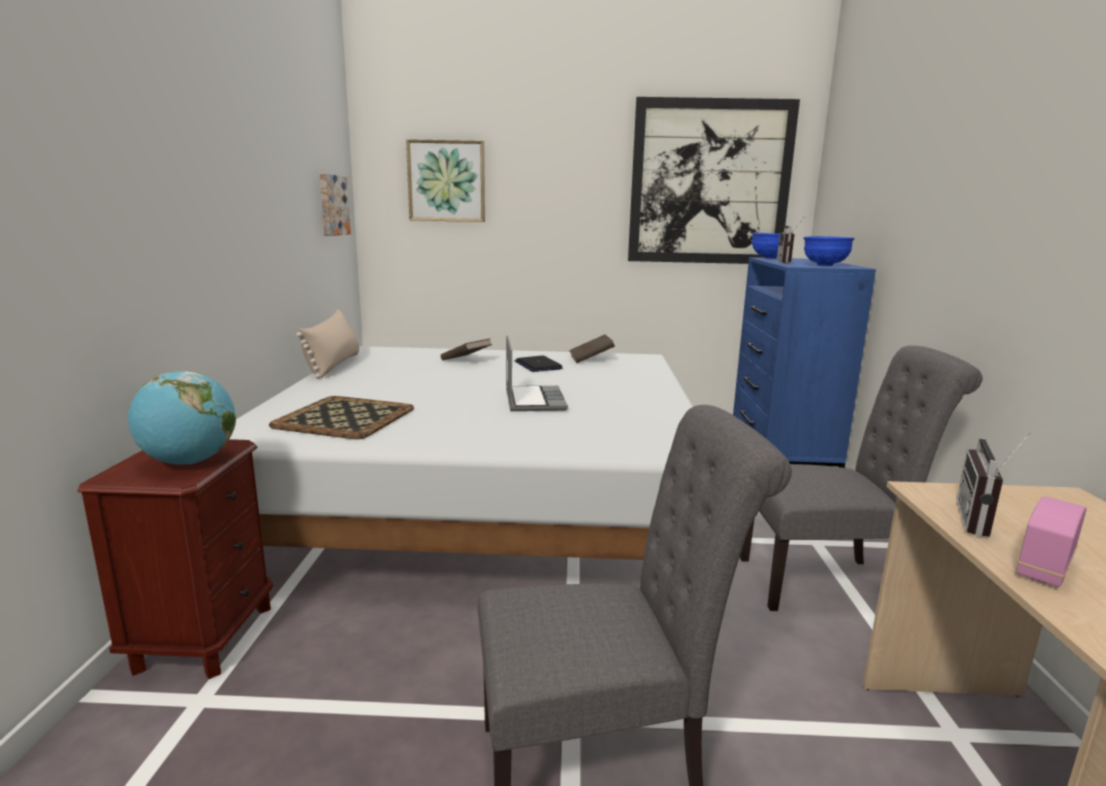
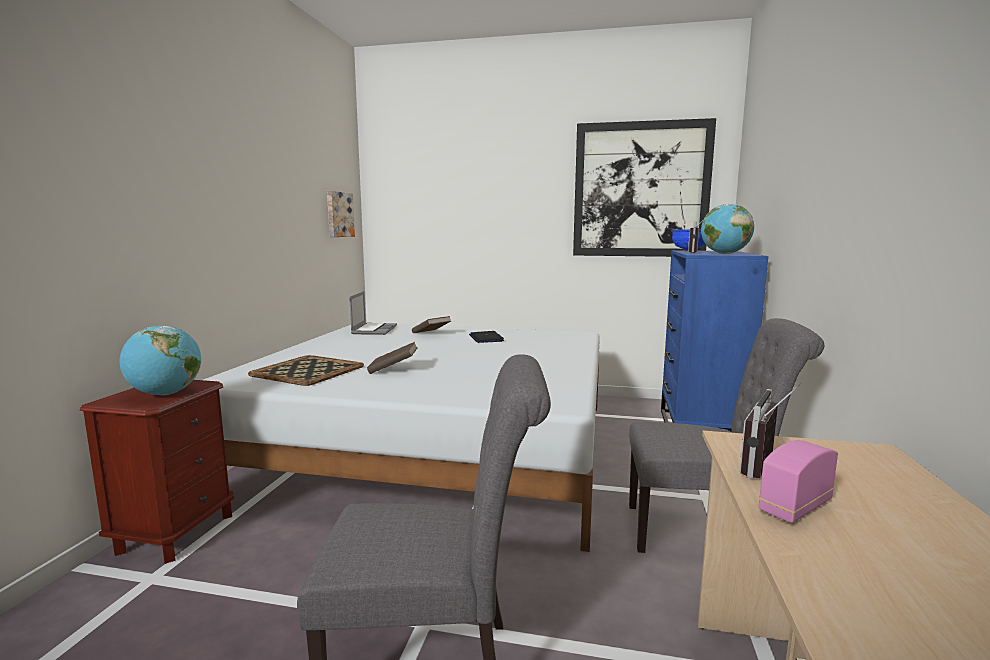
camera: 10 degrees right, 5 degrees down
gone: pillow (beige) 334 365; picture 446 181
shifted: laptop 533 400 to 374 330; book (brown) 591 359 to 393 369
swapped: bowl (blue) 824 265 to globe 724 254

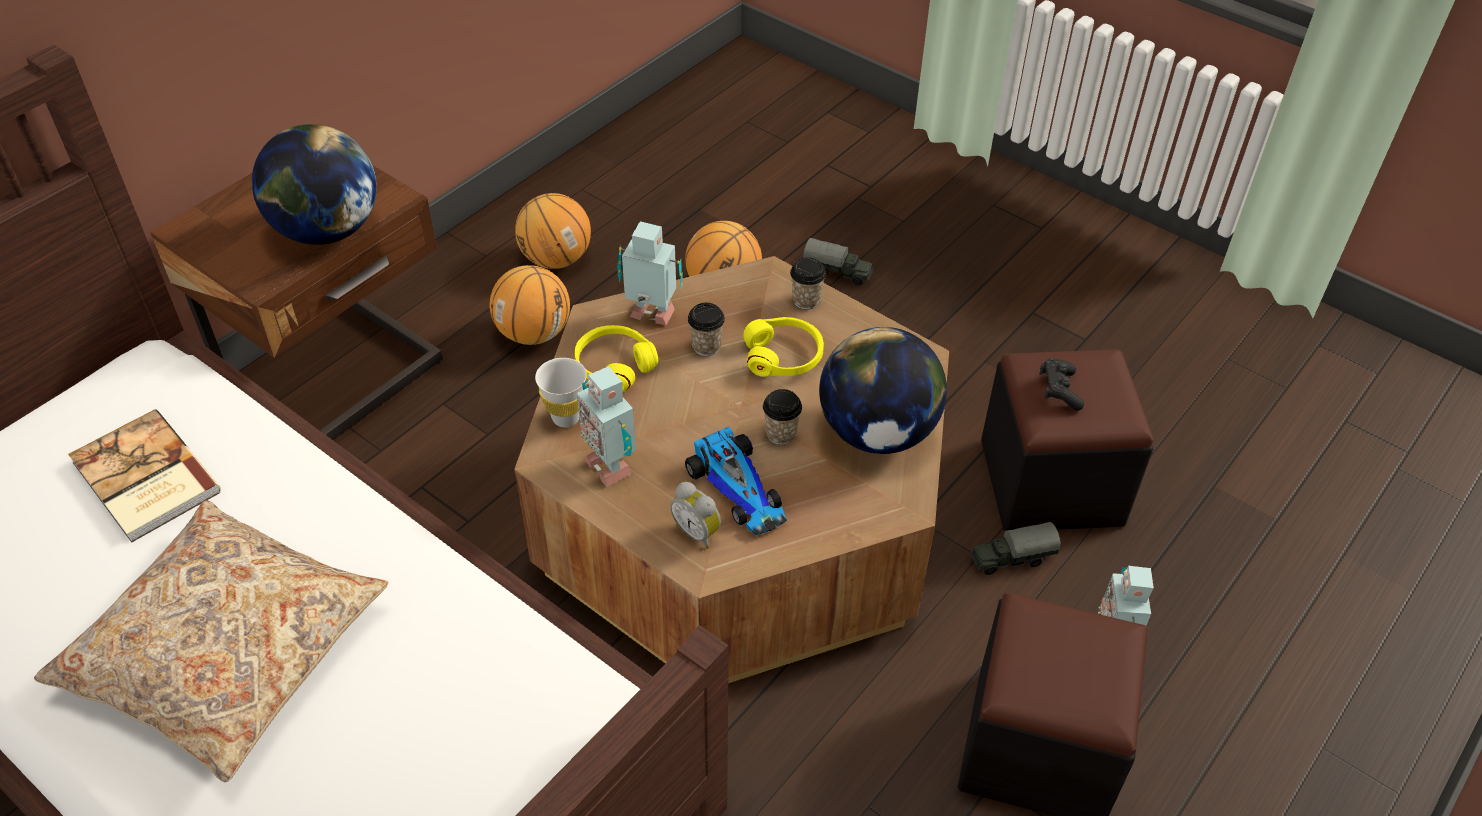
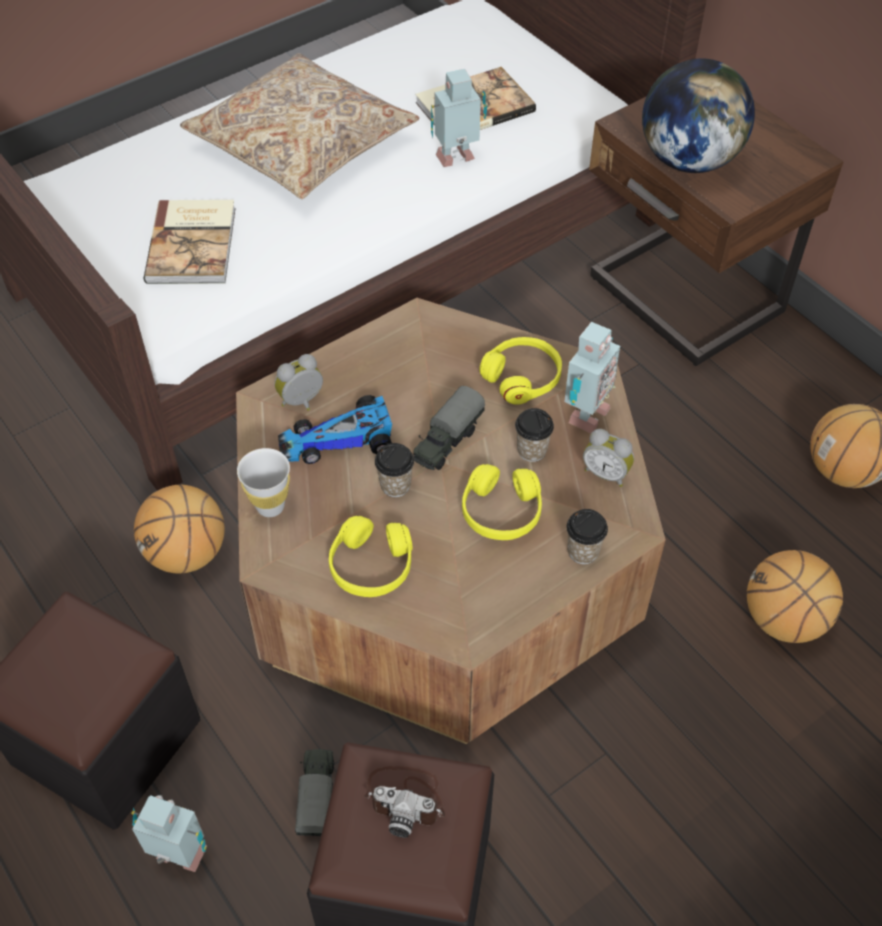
camera: 105 degrees right, 5 degrees up
new: book 194 244; alarm clock 606 473
shifted: basketball 534 333 to 187 553; cup (white) 566 418 to 270 506; toy robot 610 465 to 457 159; toy truck 837 272 to 447 442
swapped: globe 877 432 to headphones (yellow) 371 565; game controller (black) 1059 390 to photo camera 406 799

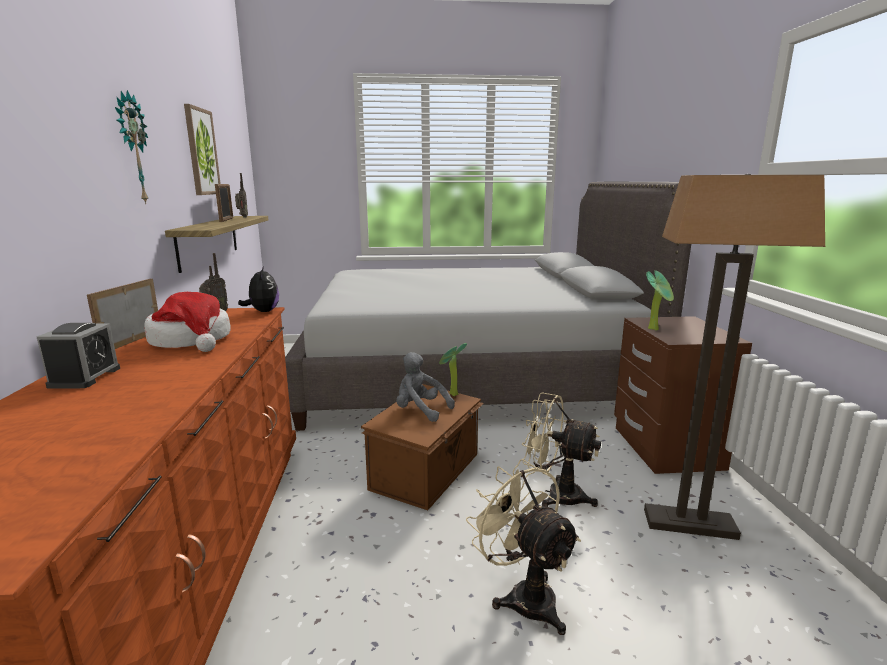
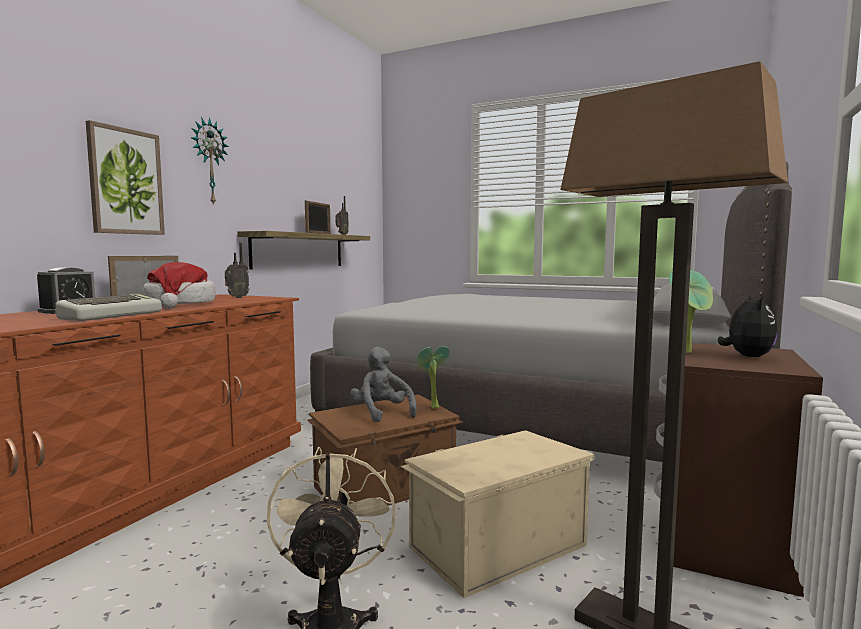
camera: 30 degrees right, 10 degrees down
new: keyboard 112 315
shifted: picture 201 152 to 125 182; plush toy 263 311 to 746 356
swapped: fan (beige) 555 494 to storage box (beige) 495 545

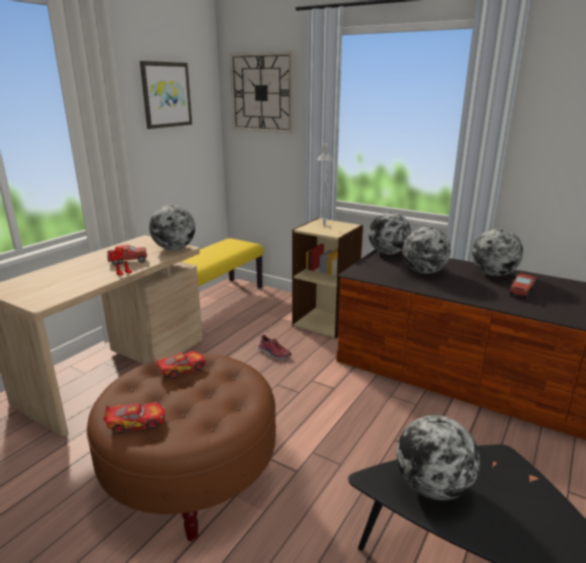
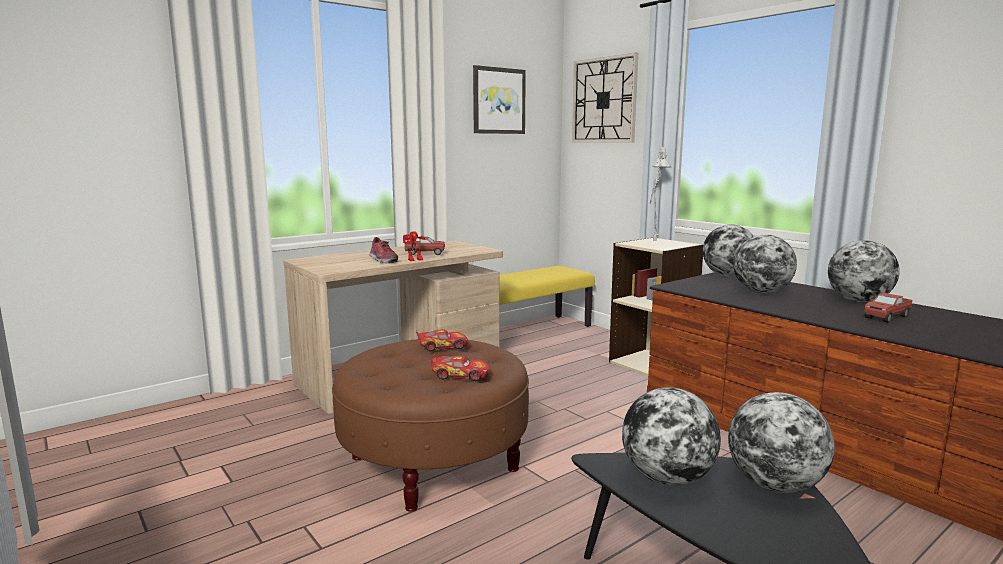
camera: 20 degrees right, 10 degrees down
shifted: toy car 136 422 to 460 375; globe 174 249 to 775 485; shoe 273 354 to 382 260

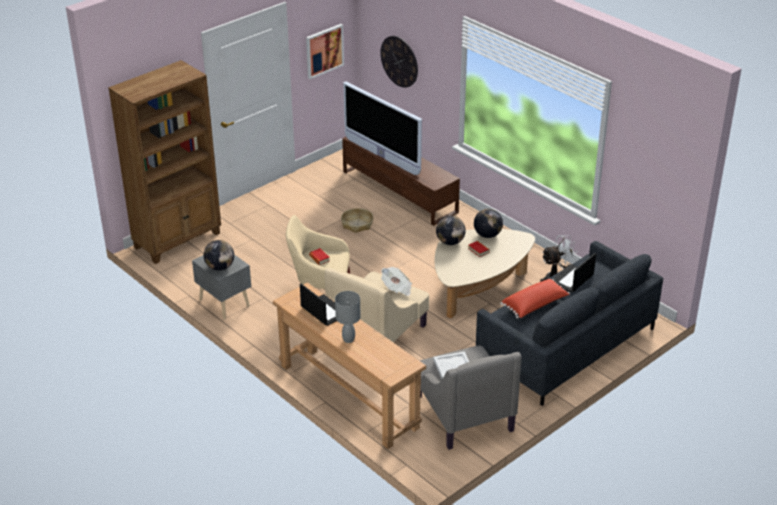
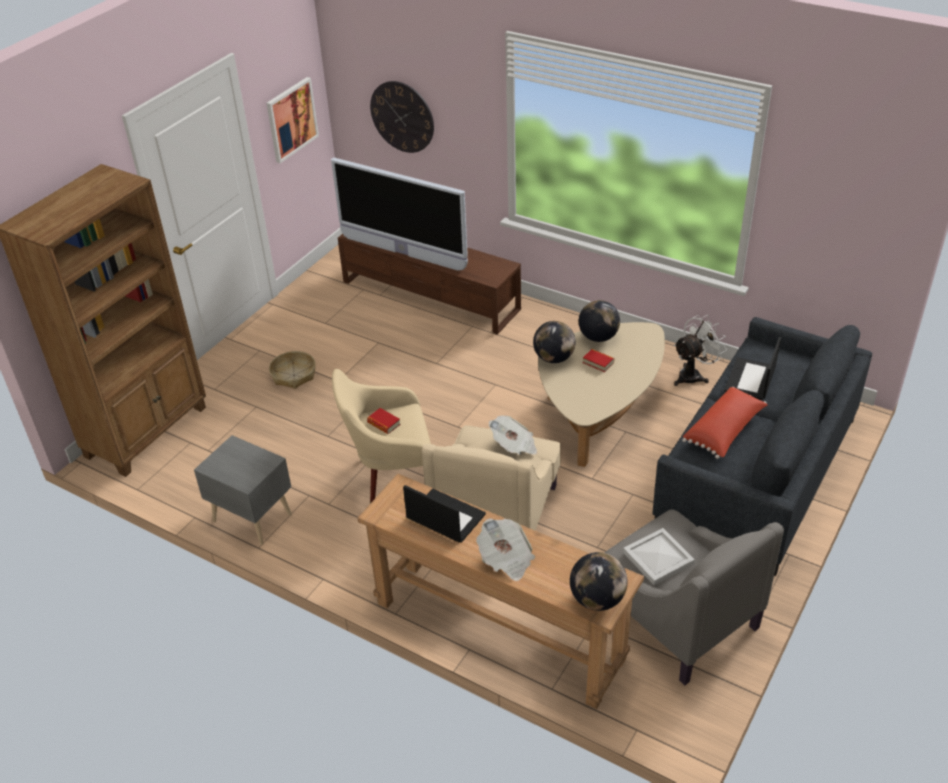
camera: 15 degrees left, 5 degrees up
shifted: globe 220 267 to 597 599; basket 357 224 to 293 375
swapped: table lamp (grey) 349 340 to newspaper 506 559

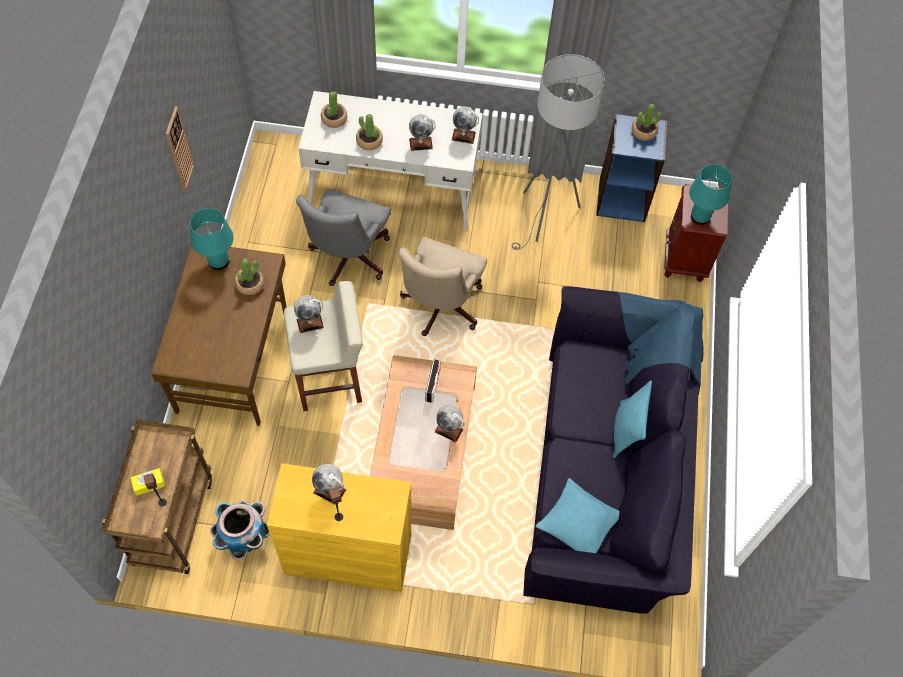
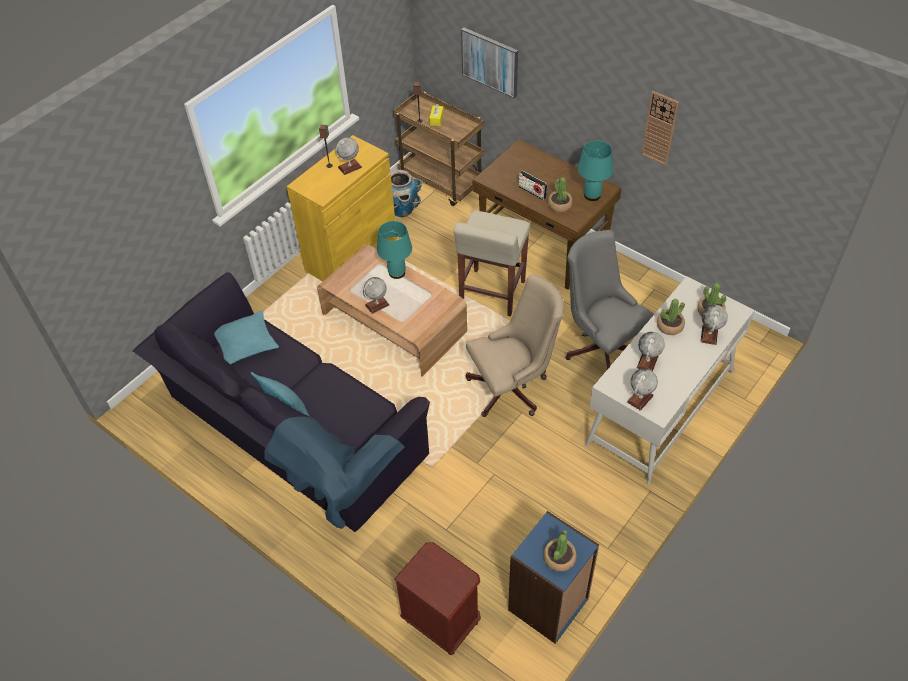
camera: 125 degrees right, 10 degrees down
gone: floor lamp (grey) 545 218
new: picture 490 62
shifted: globe 310 323 to 709 335; radio 432 385 to 532 192; table lamp (turquoise) 699 216 to 397 273
rotated: office chair (beige) 439 307 = 513 387 105 degrees clockwise

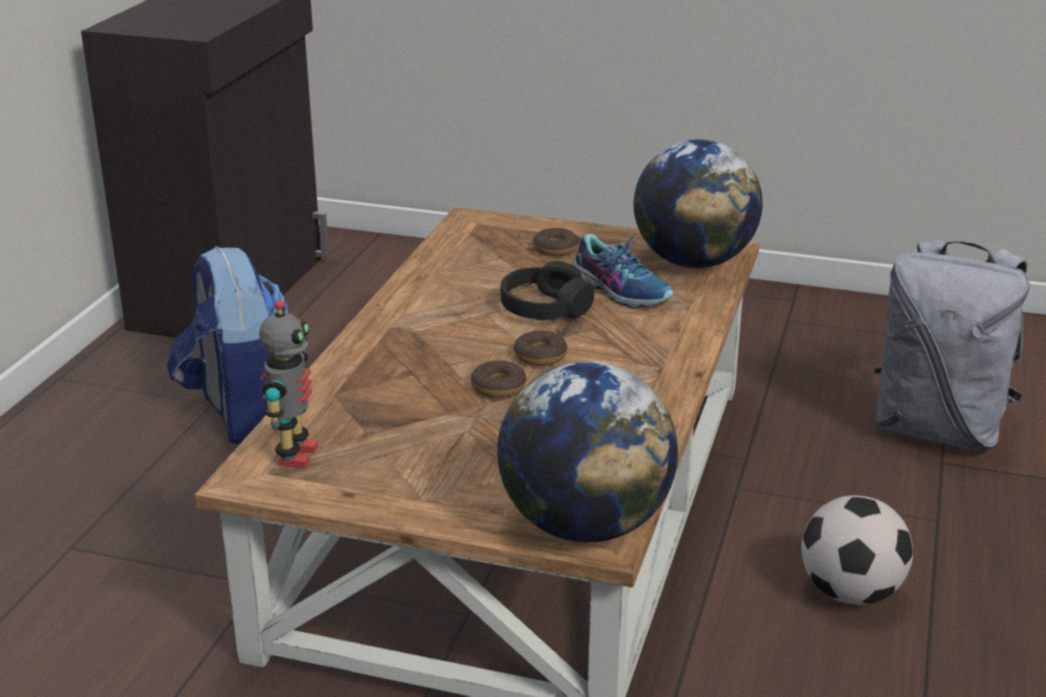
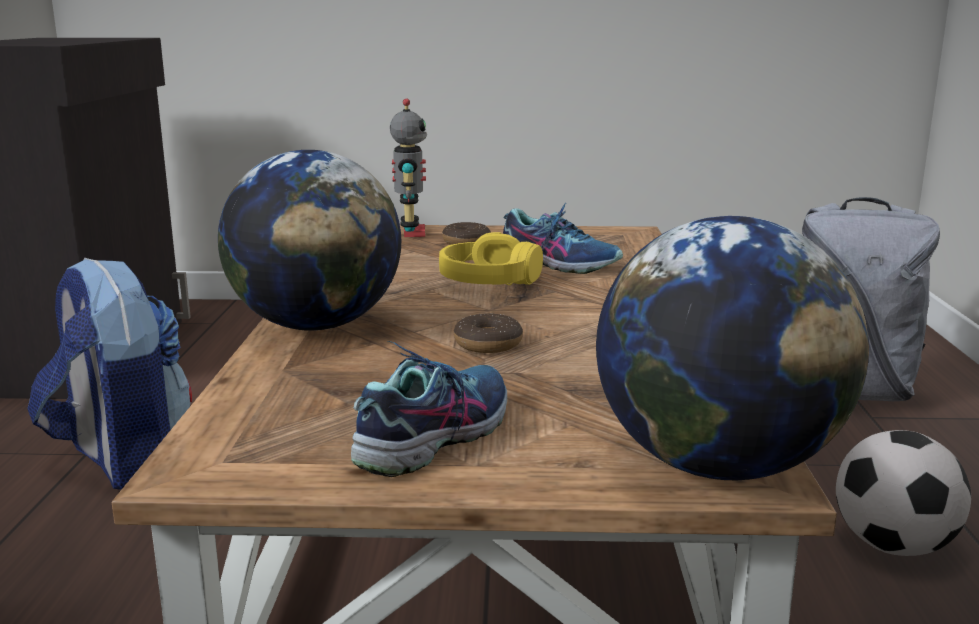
camera: 15 degrees left, 10 degrees down
gone: donut 540 356
new: shoe 434 434
shifted: toy robot 294 455 to 411 233; globe 694 262 to 316 325
repainted: headphones (black) 545 308 to headphones (yellow) 489 280

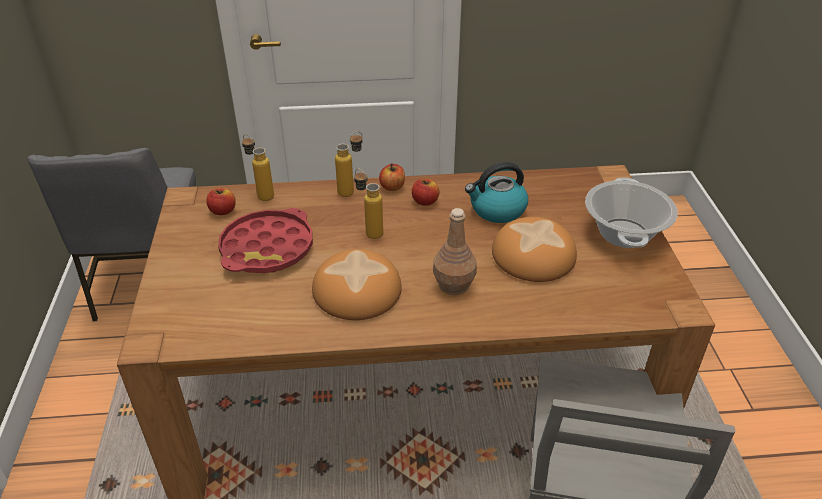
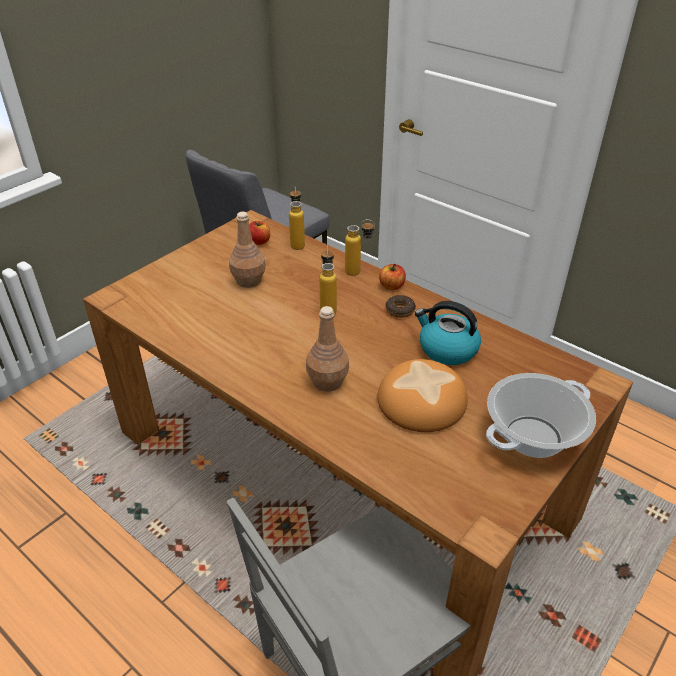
camera: 45 degrees right, 0 degrees up
gone: bread 356 290
swapped: tray (red) 267 248 to bottle (brown) 249 281; apple 425 201 to donut 400 310

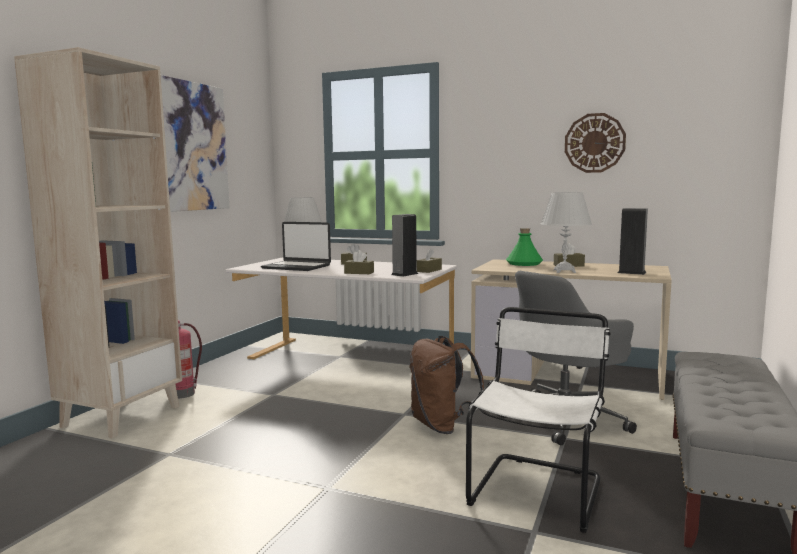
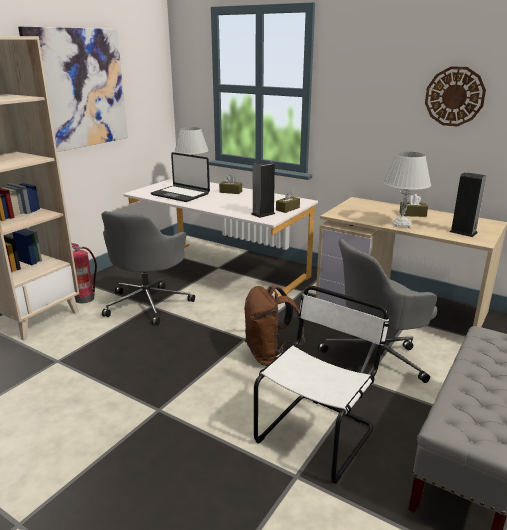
camera: 10 degrees right, 15 degrees up
gone: tissue box (brown) 359 273; bottle (green) 524 264
new: office chair (grey) 148 303

